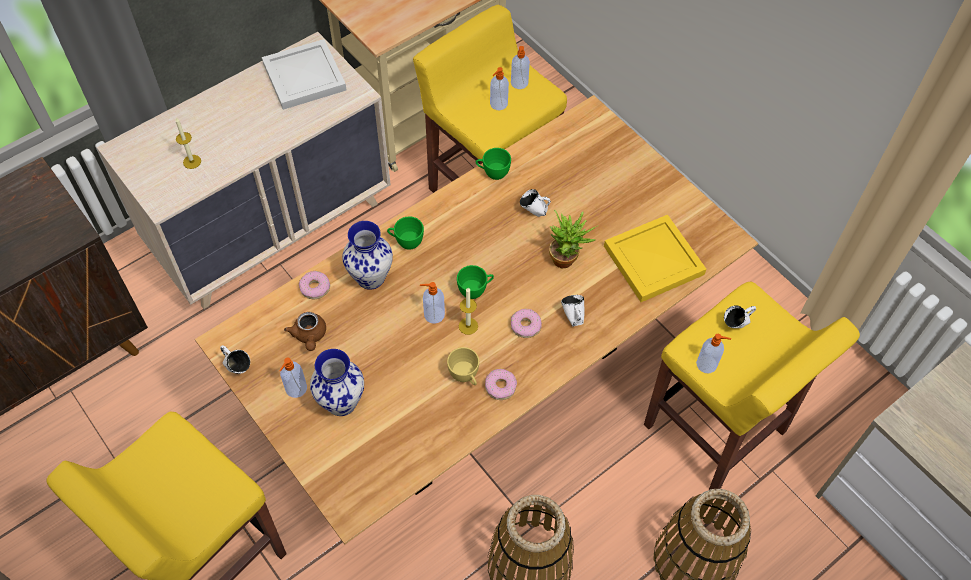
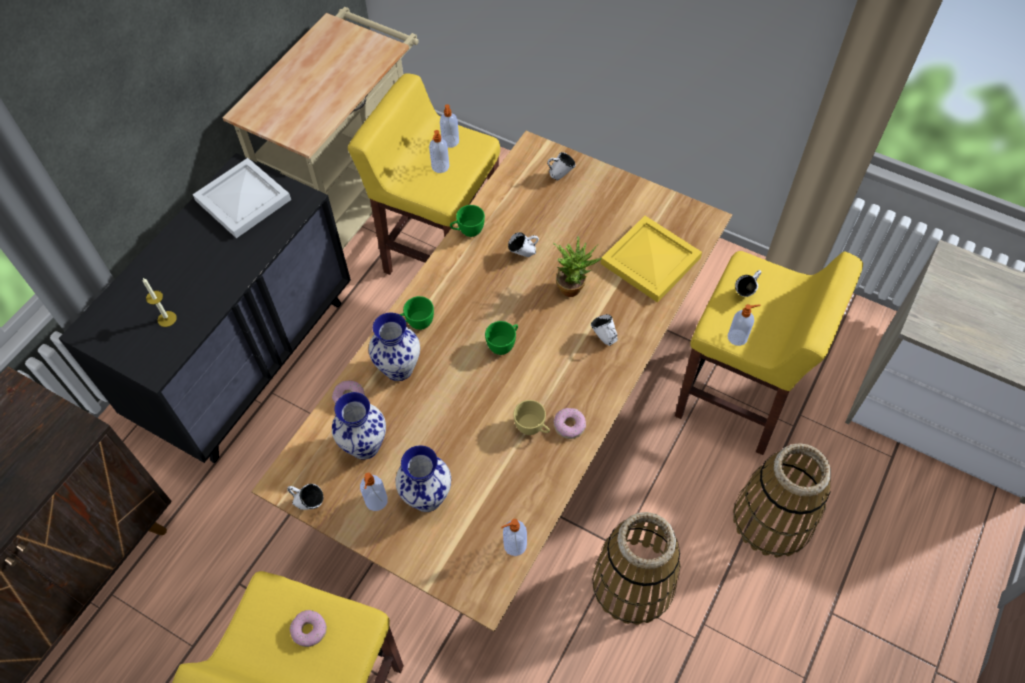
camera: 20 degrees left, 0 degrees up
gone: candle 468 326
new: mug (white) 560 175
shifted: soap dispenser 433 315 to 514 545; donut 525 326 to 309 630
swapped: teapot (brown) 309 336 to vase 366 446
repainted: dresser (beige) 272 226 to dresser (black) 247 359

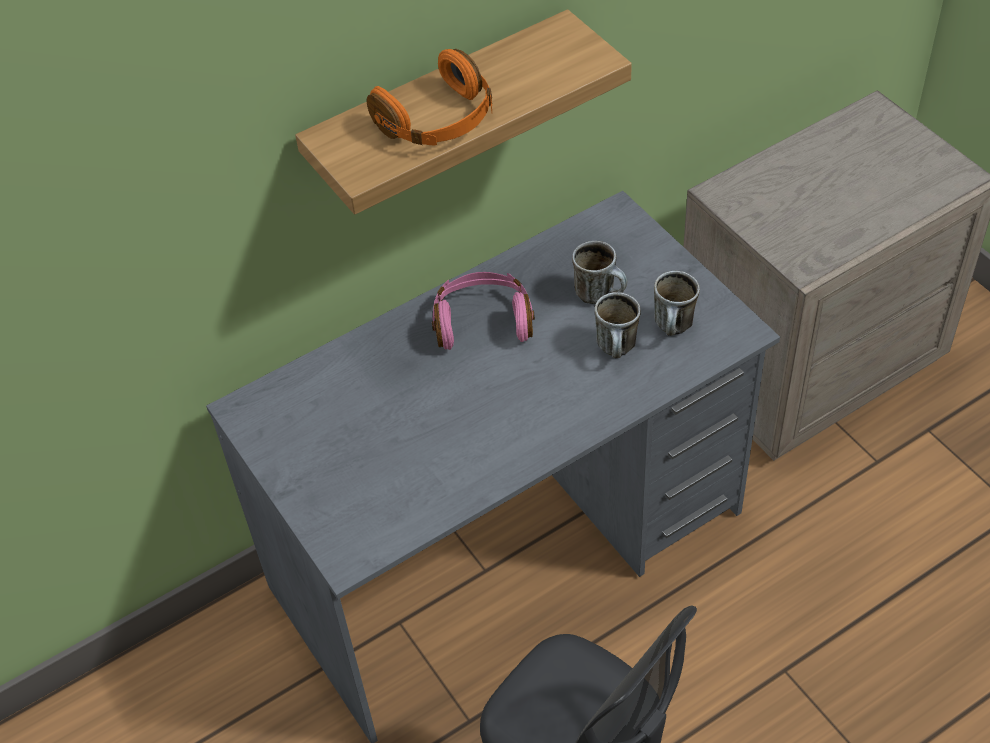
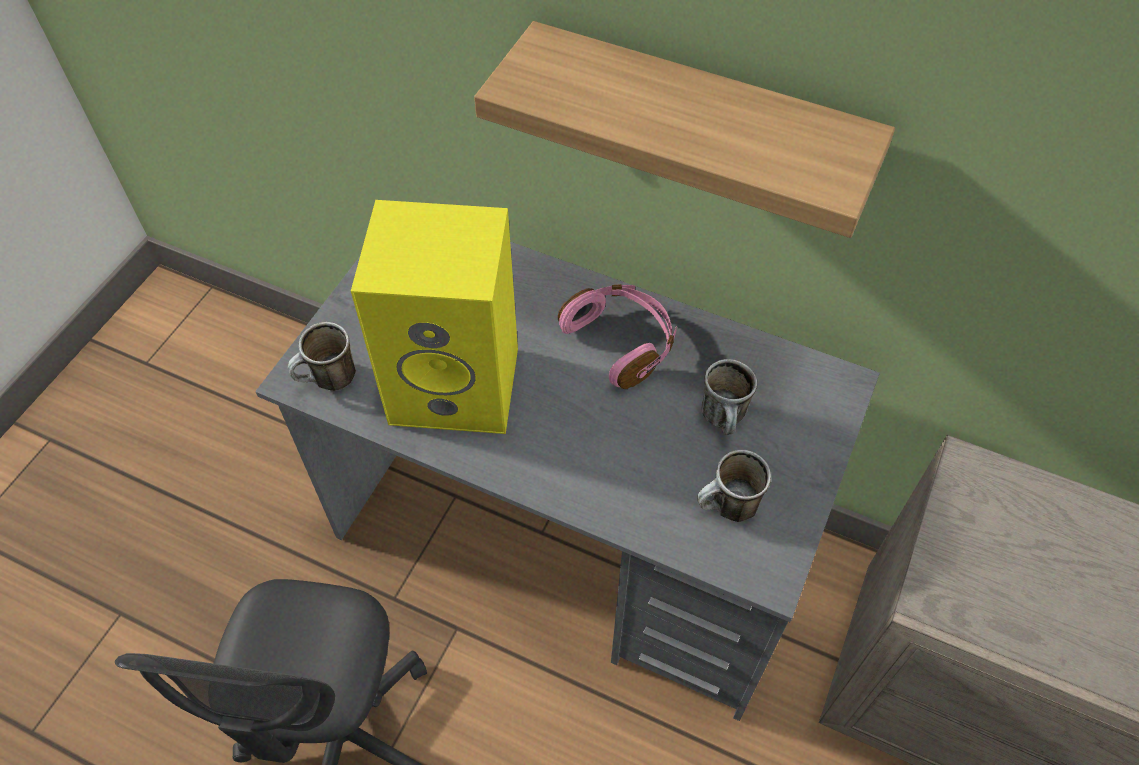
camera: 55 degrees right, 5 degrees up
gone: headphones (orange) 438 121
new: speaker (yellow) 458 383
shifted: mug 618 350 to 329 382

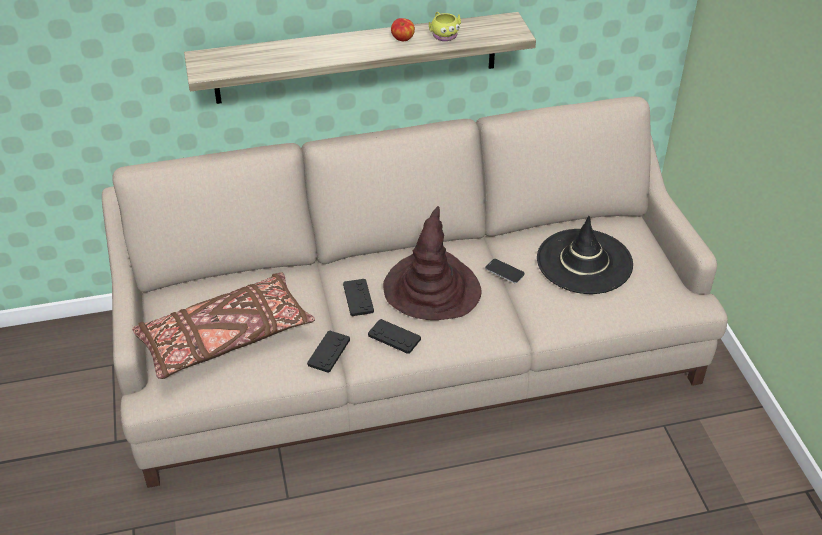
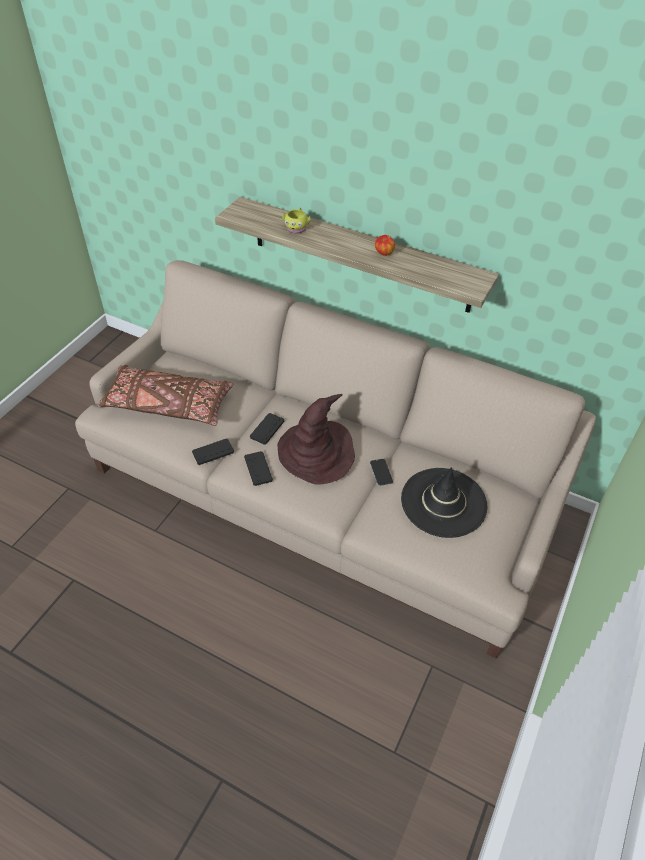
camera: 40 degrees right, 5 degrees up
shifted: mug (yellow) 443 34 to 297 227

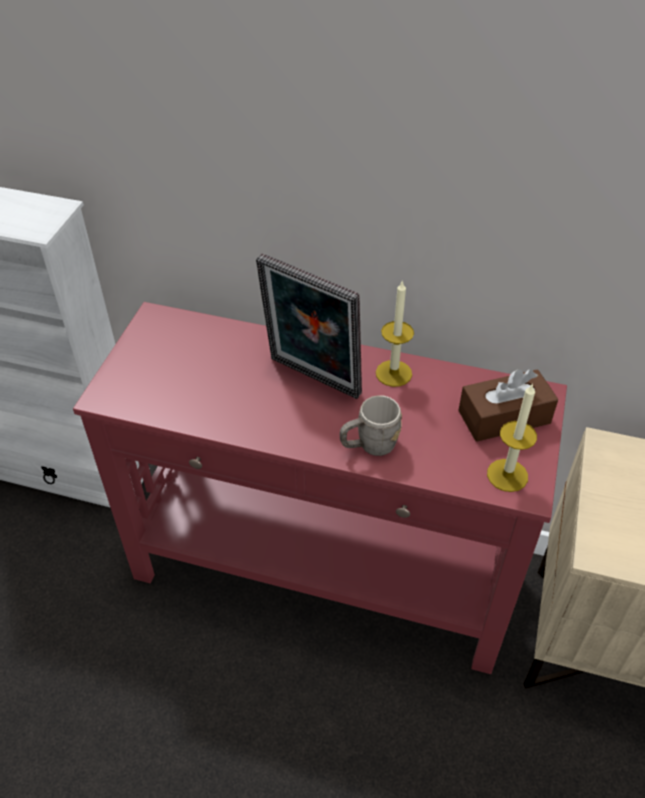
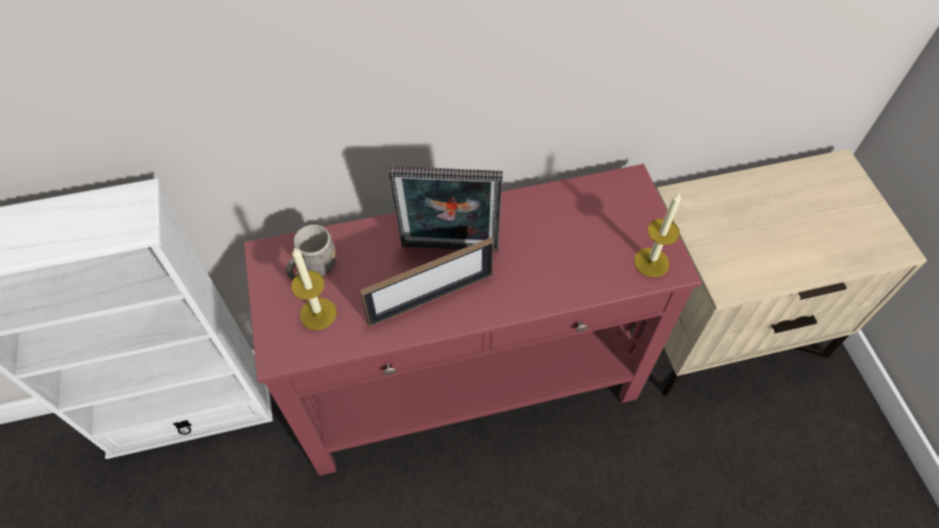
camera: 30 degrees left, 10 degrees up
gone: tissue box (brown) 504 417
new: picture frame 431 298
shifted: mug (grey) 369 446 to 314 269; candle 393 373 to 318 313

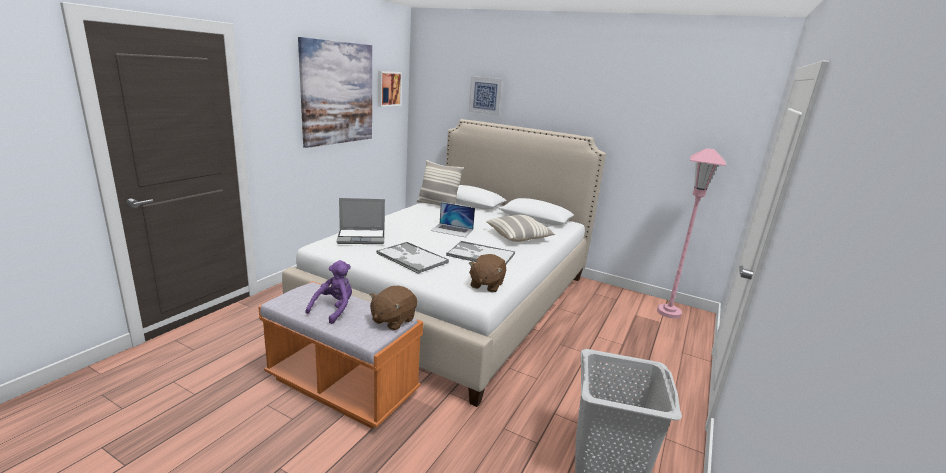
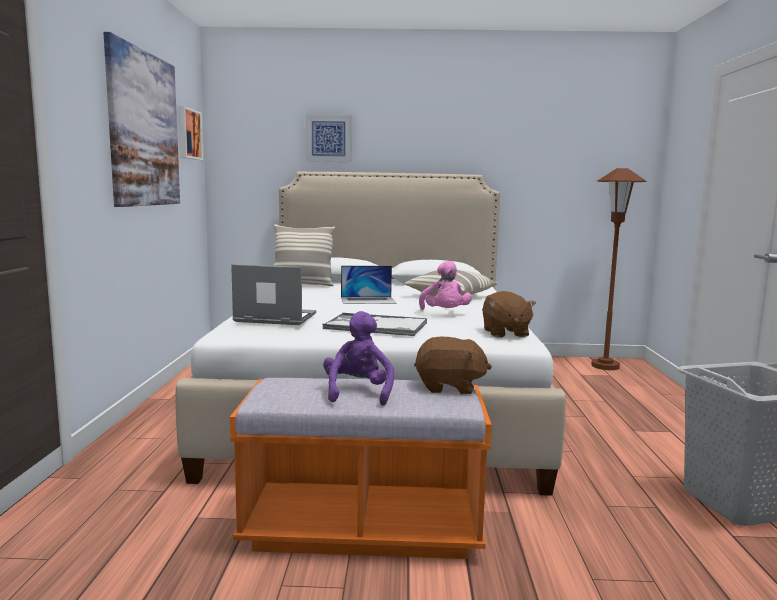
camera: 25 degrees left, 10 degrees down
swapped: tray 480 255 to plush toy (pink) 445 313
repainted: floor lamp (pink) 668 312 to floor lamp (brown) 605 366
rotated: laptop 362 237 = 274 318 135 degrees counterclockwise; plush toy (brown) 392 320 = 449 387 90 degrees counterclockwise

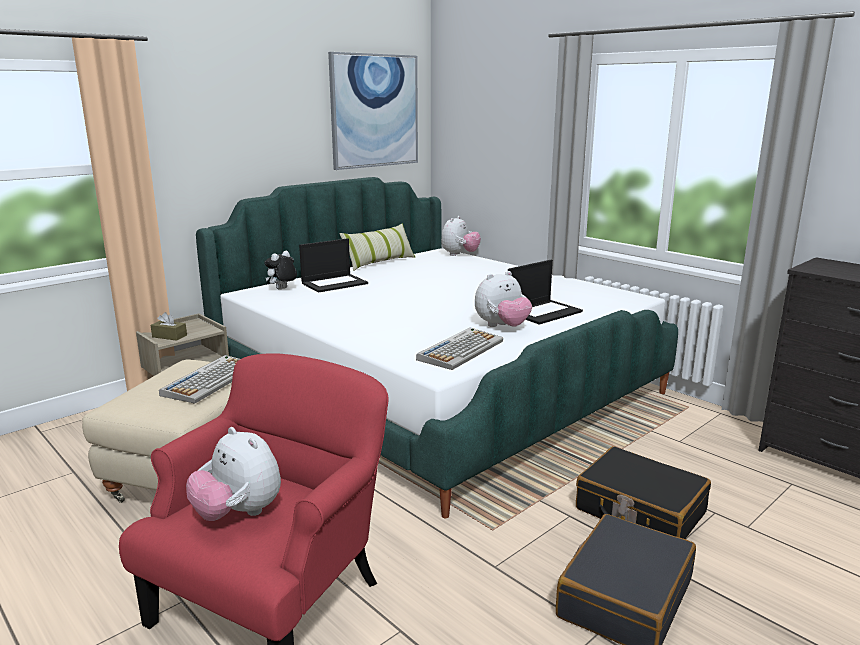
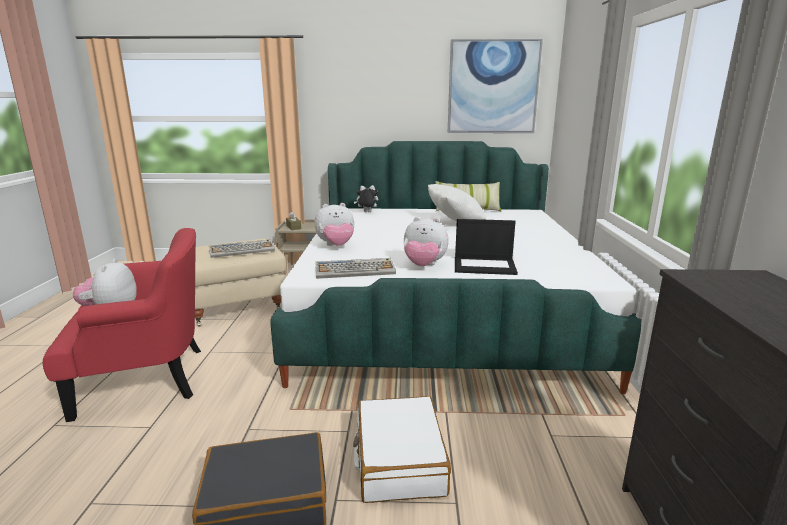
camera: 45 degrees right, 0 degrees up
gone: laptop 334 283
new: pillow (white) 455 222
shifted: plush toy 459 255 to 336 246
repainted: suitcase (black) 639 511 to suitcase (white) 399 460

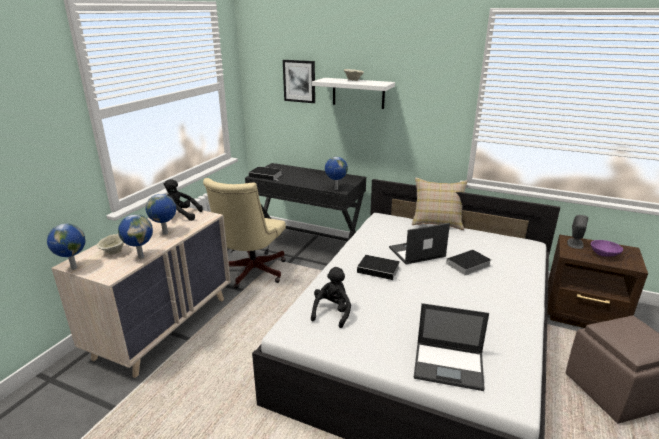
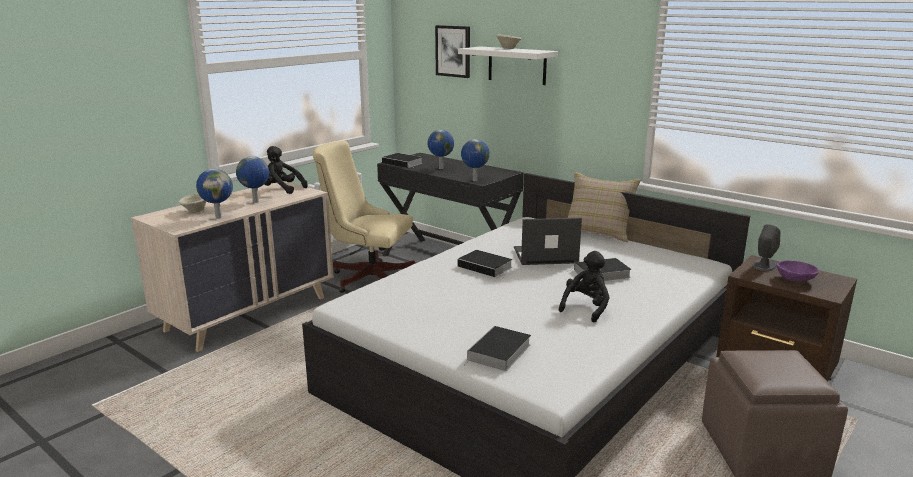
camera: 15 degrees right, 5 degrees down
shifted: globe 73 268 to 440 168; plush toy (black) 332 312 to 586 308
swapped: laptop 449 365 to book 499 353
rotated: office chair (beige) 250 273 = 367 278 75 degrees clockwise

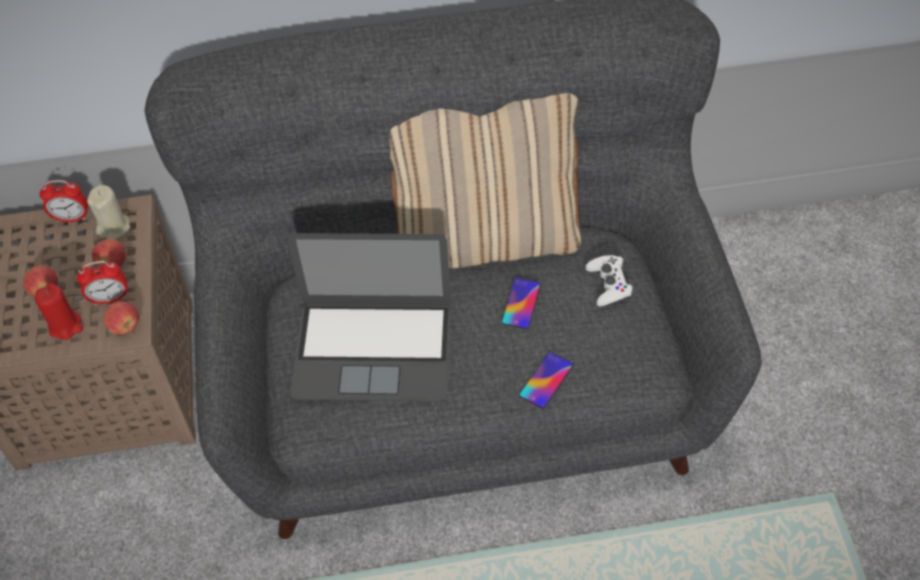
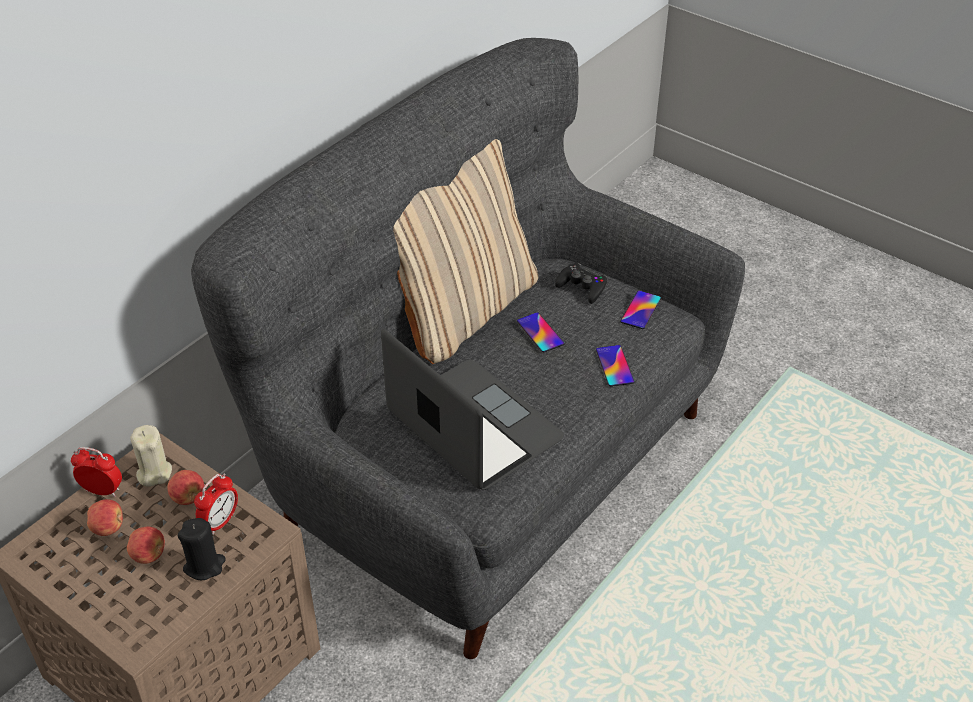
camera: 45 degrees left, 10 degrees down
new: phone 640 310
shifted: apple 125 326 to 108 528
repainted: candle (red) 65 325 to candle (black) 204 565; game controller (white) 609 284 to game controller (black) 582 287
rotated: alarm clock 72 218 = 102 490 120 degrees counterclockwise; laptop 373 350 = 473 425 90 degrees counterclockwise

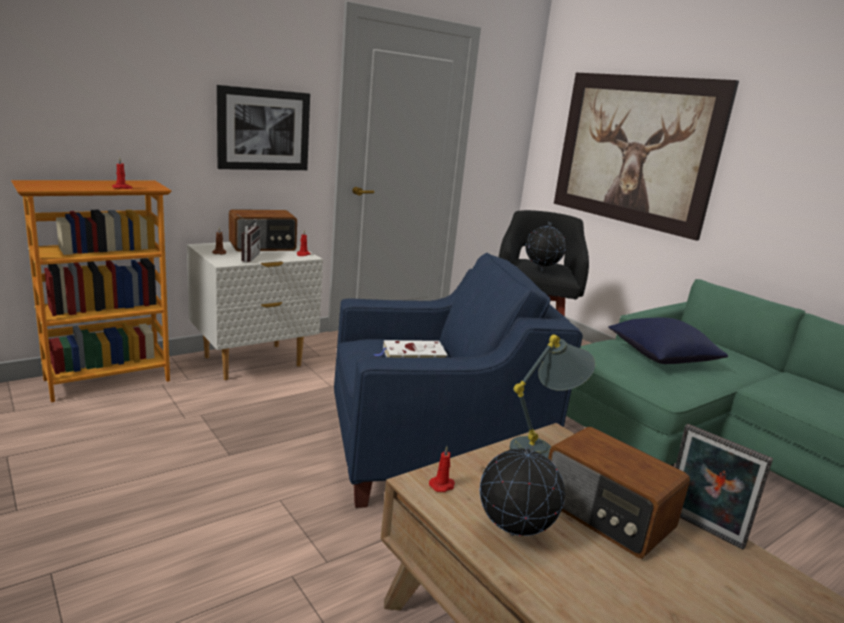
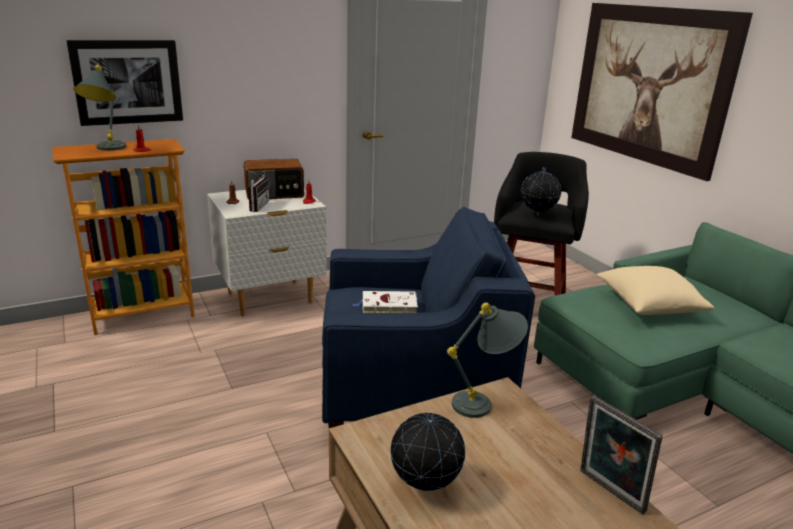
camera: 10 degrees right, 5 degrees up
gone: candle (red) 442 485; radio 606 515
new: table lamp (grey) 106 149
shifted: picture 263 129 to 127 82
repainted: pillow (blue) 661 357 to pillow (beige) 648 306

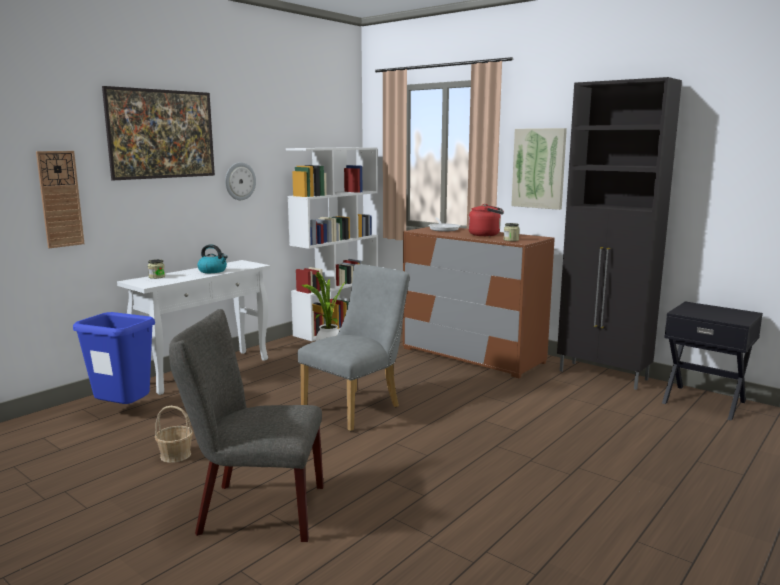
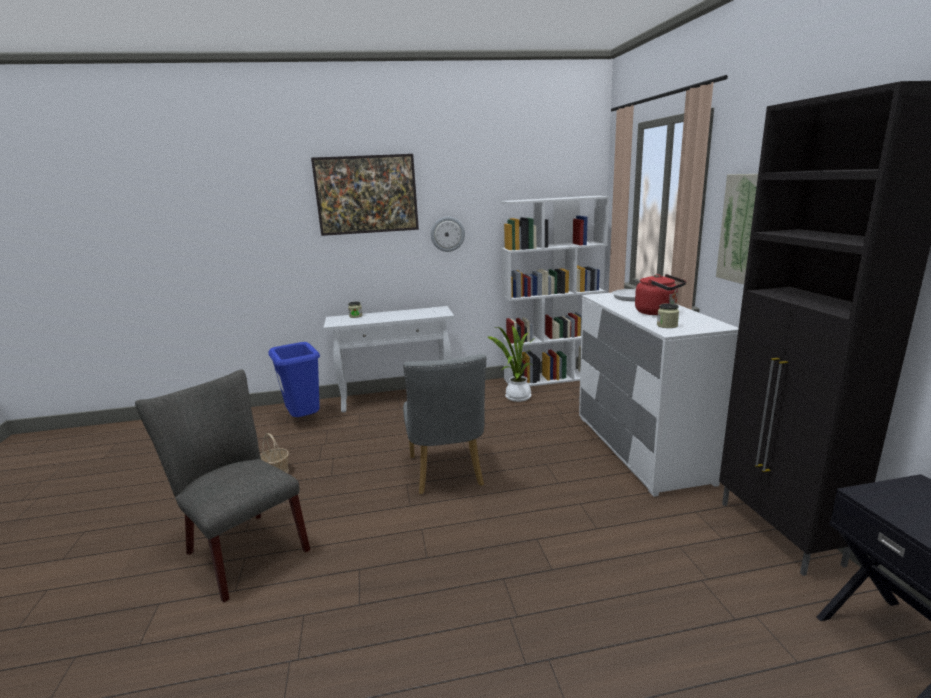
camera: 40 degrees right, 5 degrees up
gone: wall clock 60 199; kettle 213 271
repainted: dresser (brown) 472 355 to dresser (white) 640 447
rotated: chair (grey) 357 407 = 447 474 90 degrees clockwise

